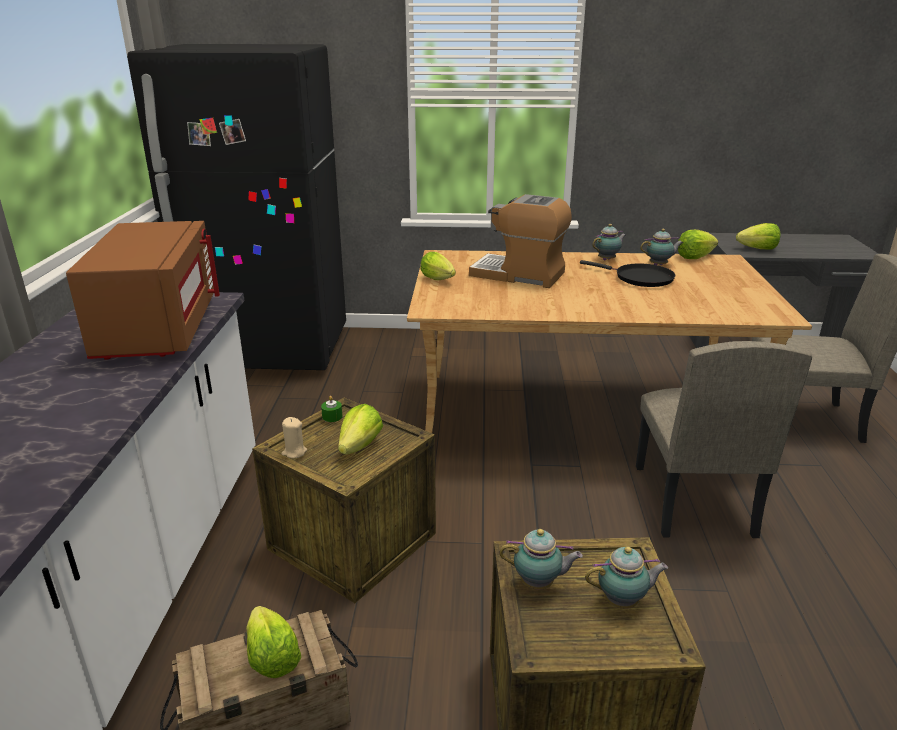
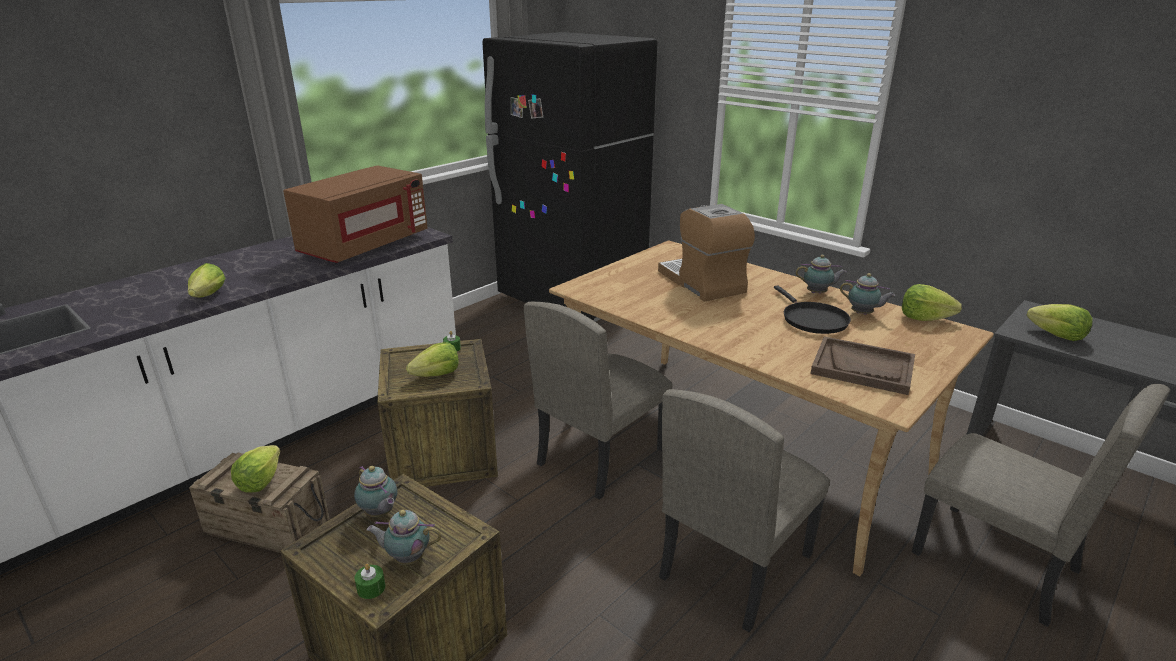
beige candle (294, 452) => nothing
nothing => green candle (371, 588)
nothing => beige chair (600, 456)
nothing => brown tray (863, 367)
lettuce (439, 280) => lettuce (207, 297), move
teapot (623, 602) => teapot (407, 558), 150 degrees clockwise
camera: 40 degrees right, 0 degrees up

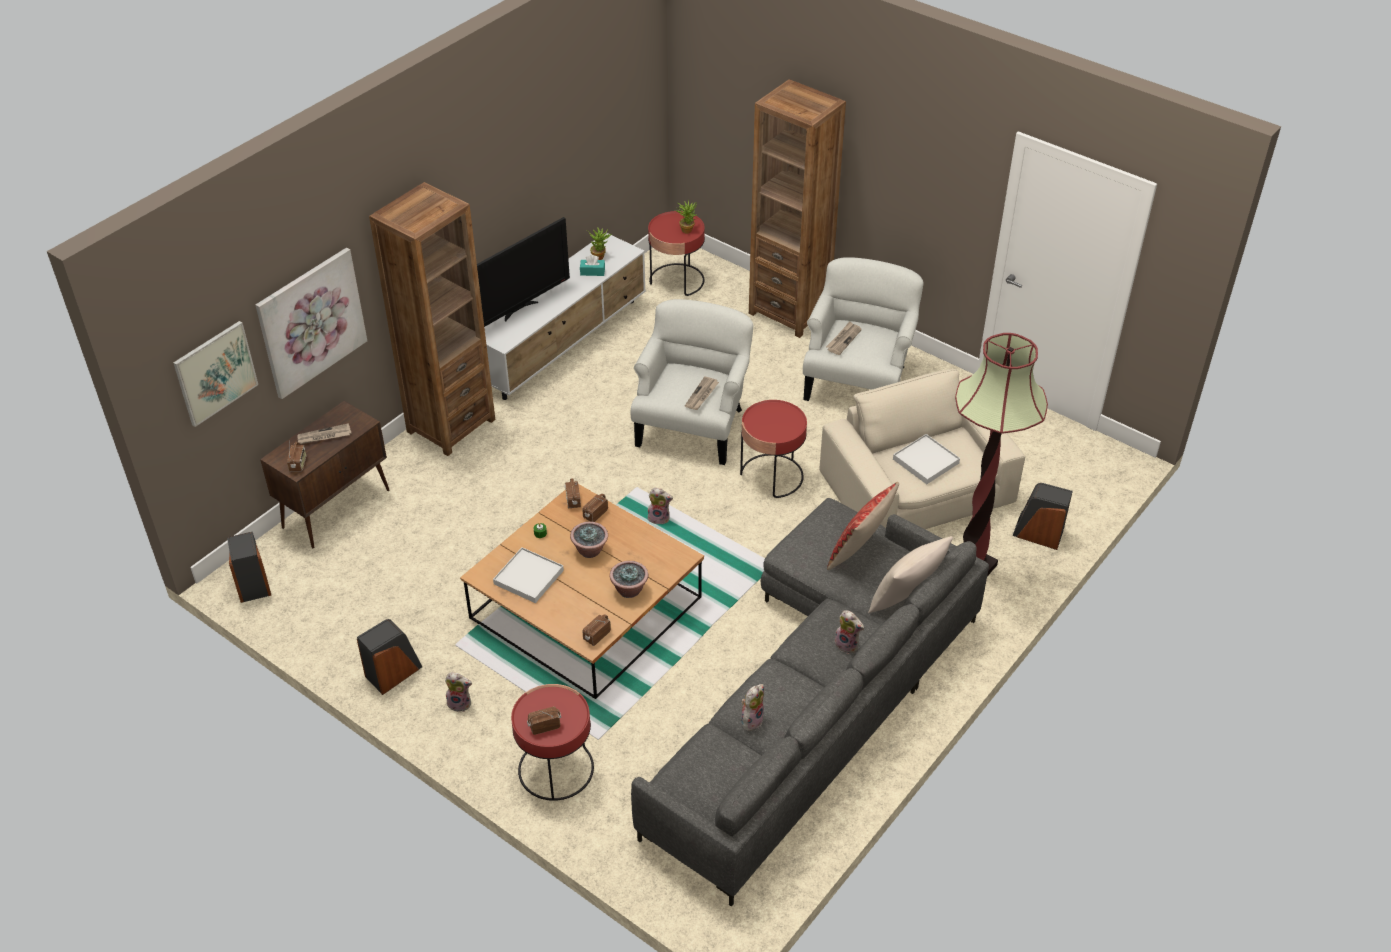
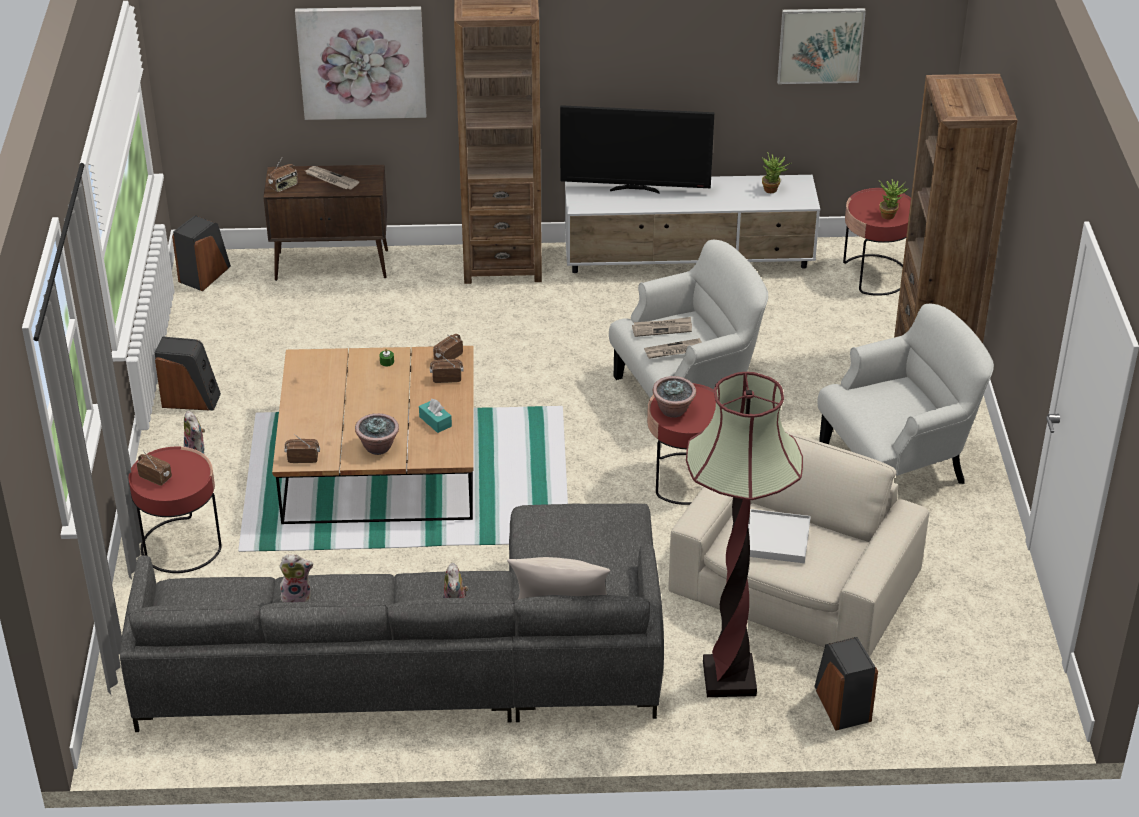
white tray (528, 577) => nothing
plush toy (659, 518) => nothing
pillow (859, 552) => nothing
picture (215, 373) => picture (820, 45), move
potted plant (590, 550) => potted plant (673, 410), move
turquoise tissue box (592, 272) => turquoise tissue box (435, 421), move
newspaper (843, 339) => newspaper (662, 328), move
camera: 50 degrees right, 5 degrees down

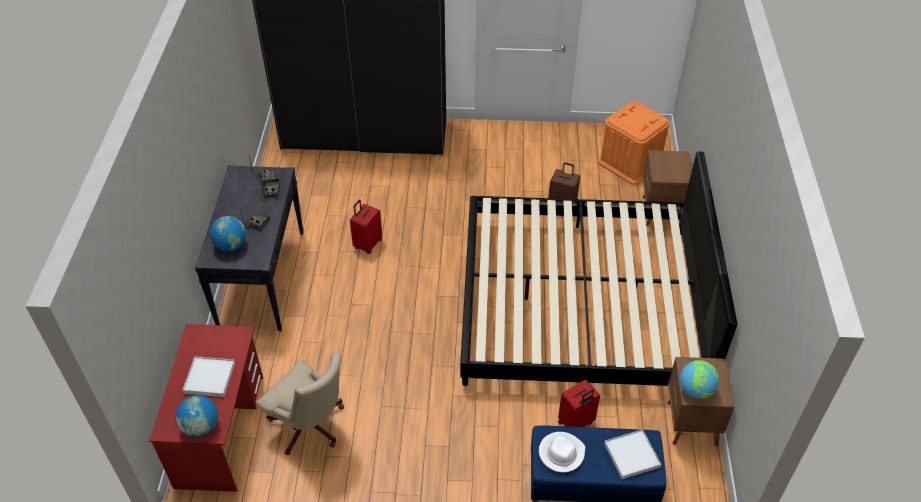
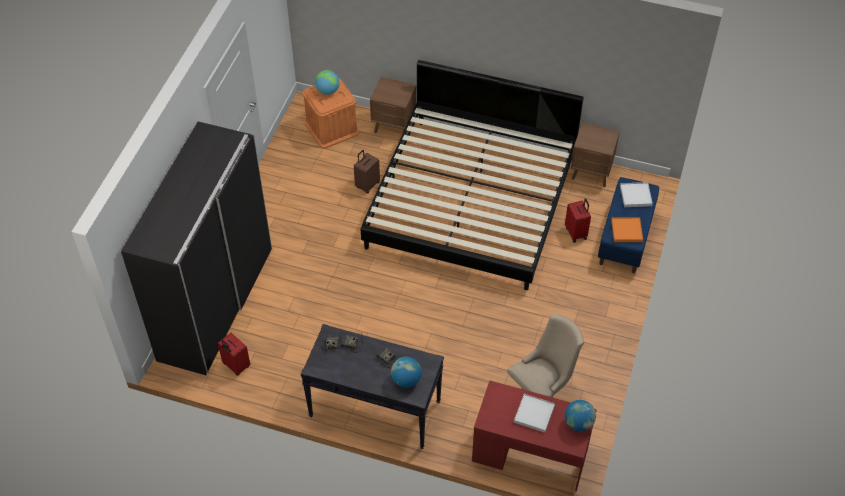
red suitcase (367, 244) => red suitcase (236, 366), move
globe (695, 390) => globe (327, 91), move
white hat (561, 453) => orange tray (626, 231)
camera: 75 degrees left, 5 degrees up

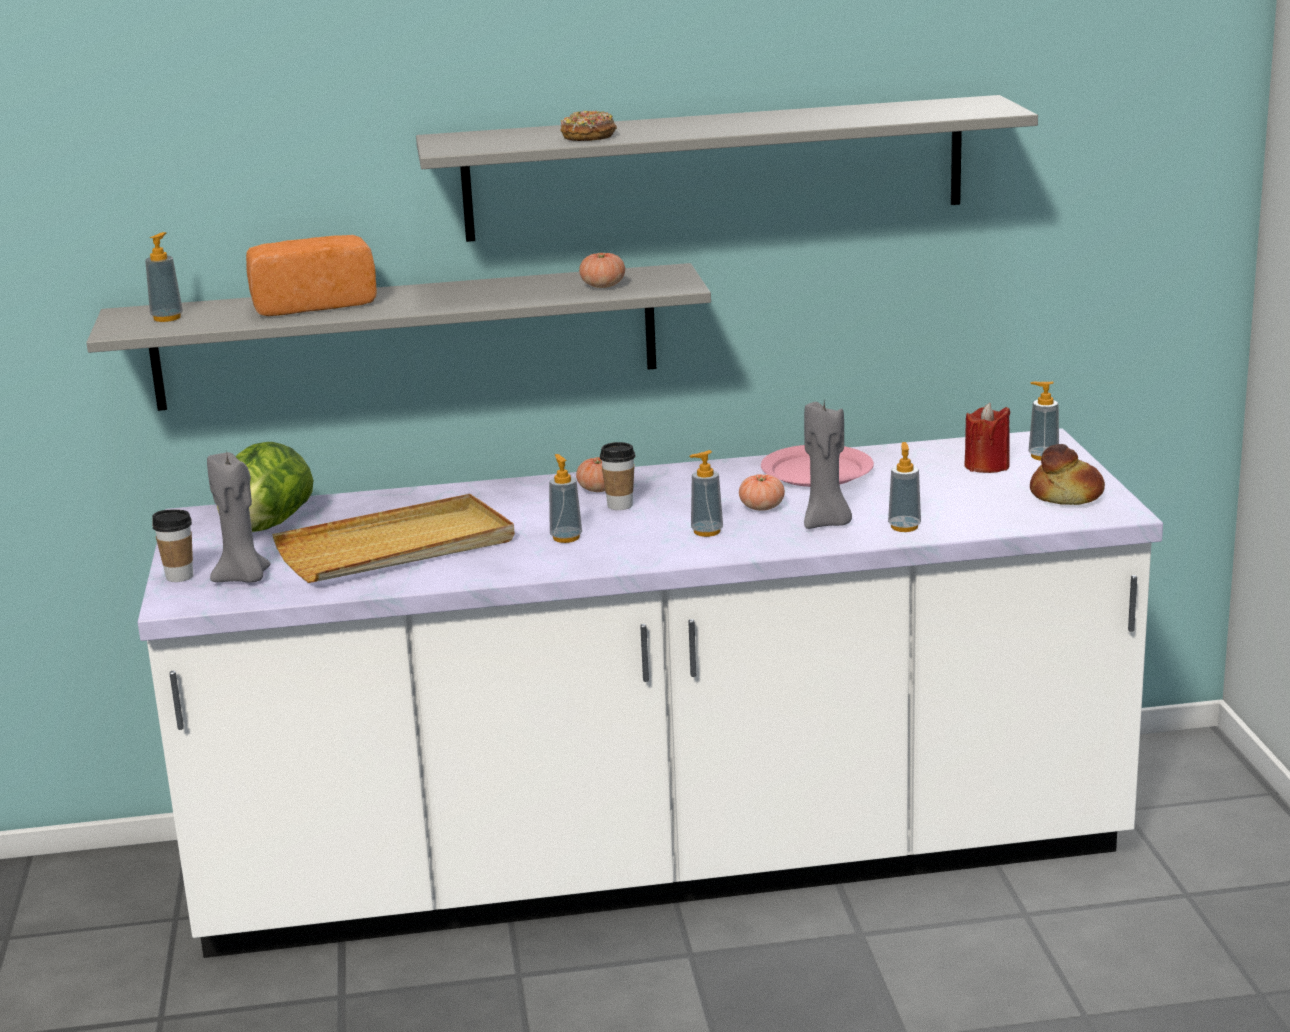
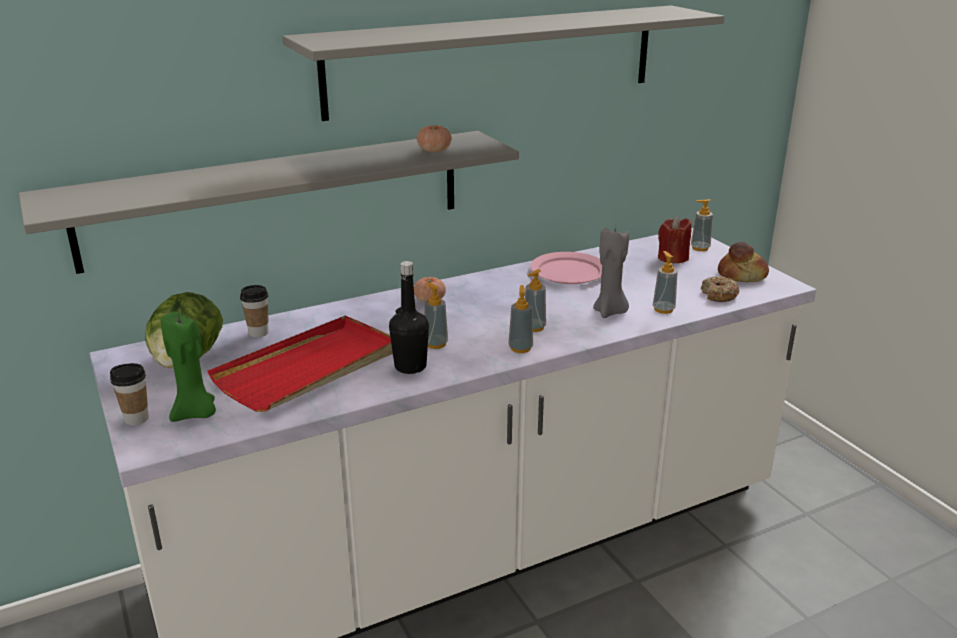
bread (311, 303) => nothing
tomato (762, 507) => nothing
nothing => black bottle (410, 366)
soap dispenser (167, 318) => soap dispenser (520, 348), move
donut (588, 136) => donut (719, 295), move
cup (620, 505) => cup (258, 333), move
grey candle (243, 578) => green candle (196, 414)
beige tray (397, 548) => red tray (310, 368)
camera: 20 degrees left, 5 degrees up

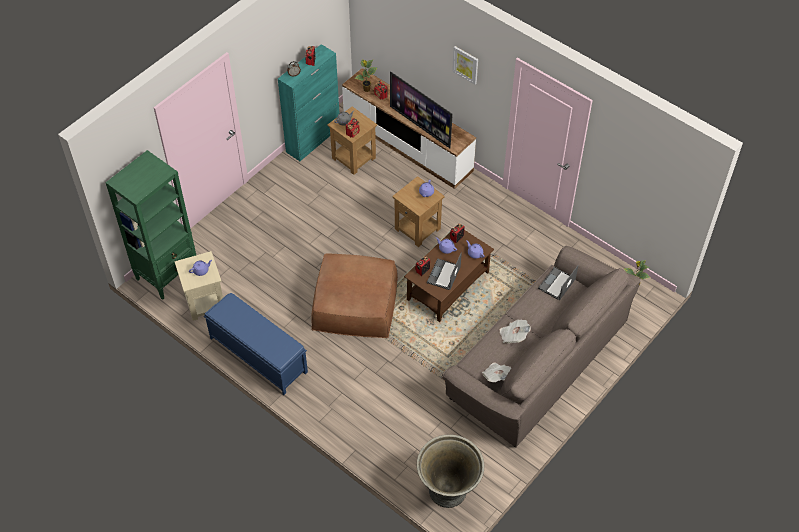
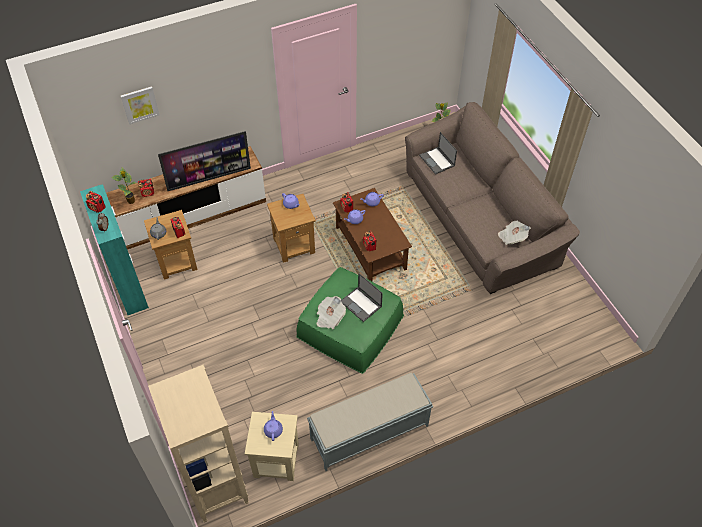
grey planter (448, 491) => nothing
laptop (443, 275) => laptop (361, 304), move
picture (465, 64) => picture (140, 104), move
newspaper (513, 335) => newspaper (329, 317), move
green bookcase (168, 274) => beige bookcase (216, 485)
blue bench (258, 355) => grey bench (368, 432)
brown ottoman (355, 303) => green ottoman (350, 326)
camera: 65 degrees left, 0 degrees up

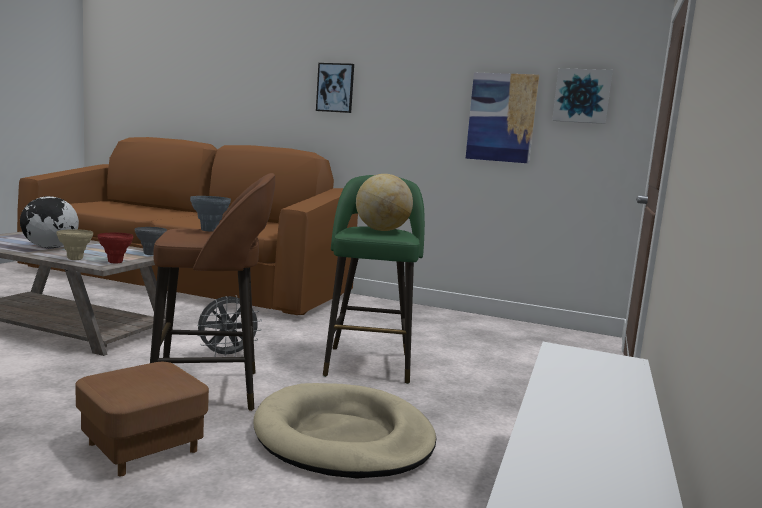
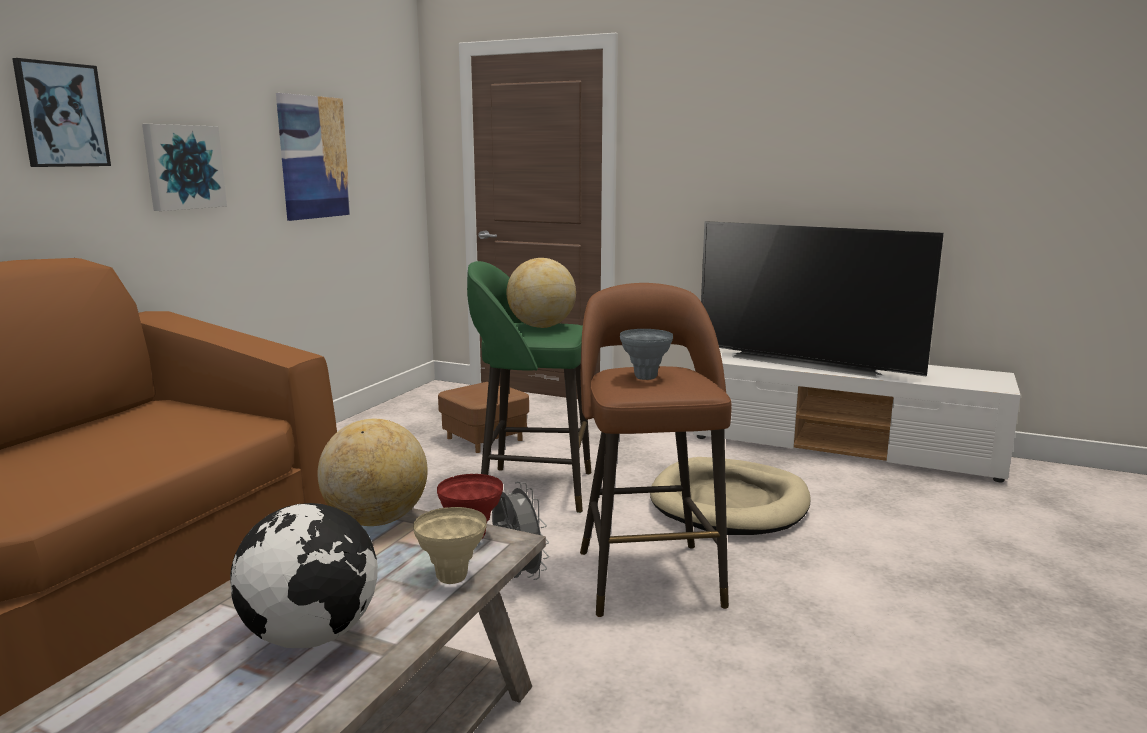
nothing => television (807, 362)
brown ottoman (142, 447) => brown ottoman (484, 439), move
picture (582, 96) => picture (183, 167), move
grey vase (150, 254) => globe (377, 520)
camera: 85 degrees left, 5 degrees up

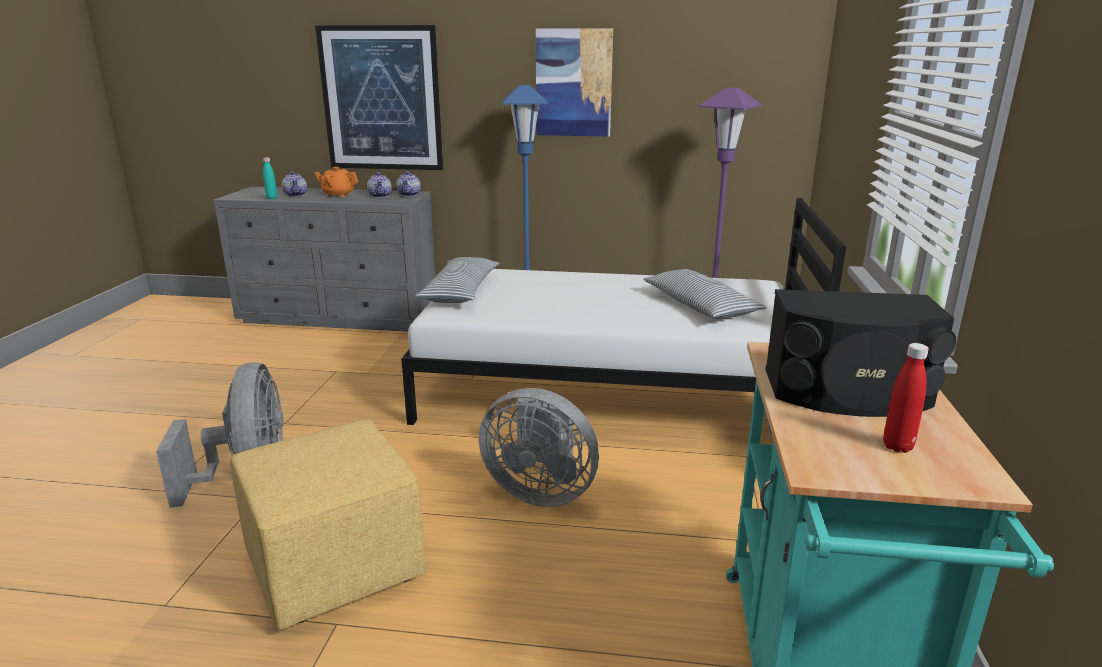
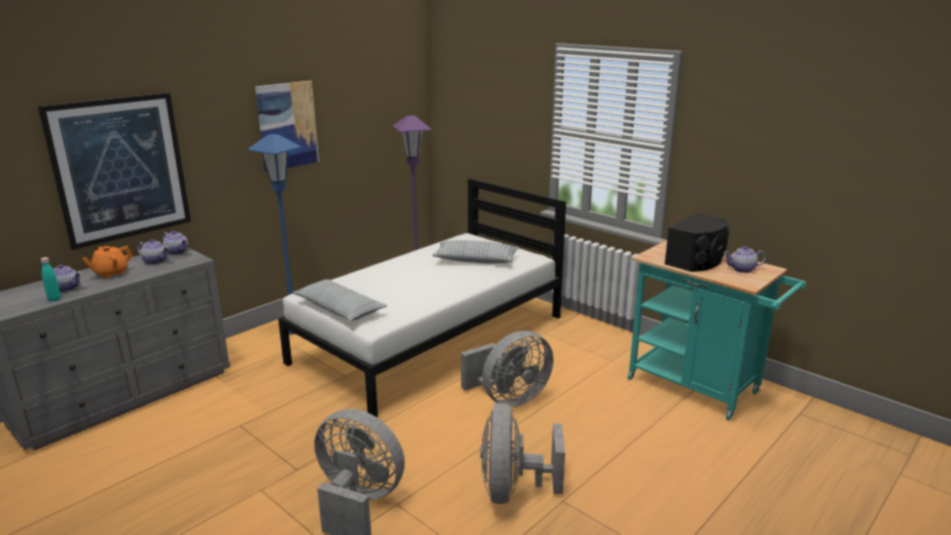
yellow ottoman (335, 569) => grey fan (513, 489)
red bottle (897, 446) => teapot (742, 269)
camera: 55 degrees left, 0 degrees up

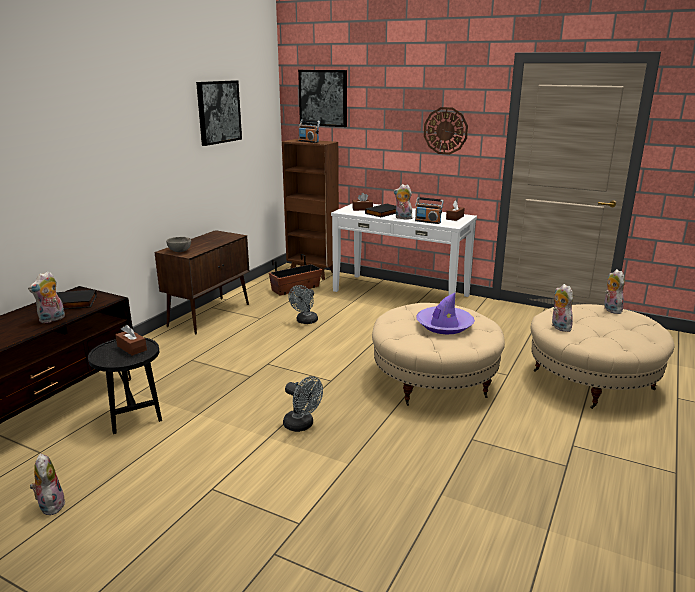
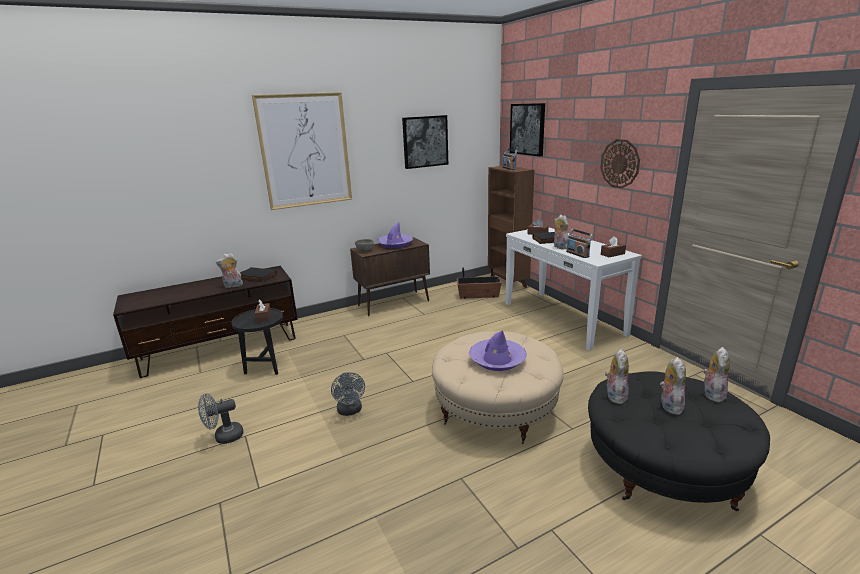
nothing => picture (305, 151)
nothing => purple hat (395, 244)
plush toy (50, 505) => plush toy (669, 405), move
grey fan (305, 321) => grey fan (224, 437), move
beige ottoman (591, 380) => black ottoman (663, 468)
camera: 35 degrees right, 0 degrees up

